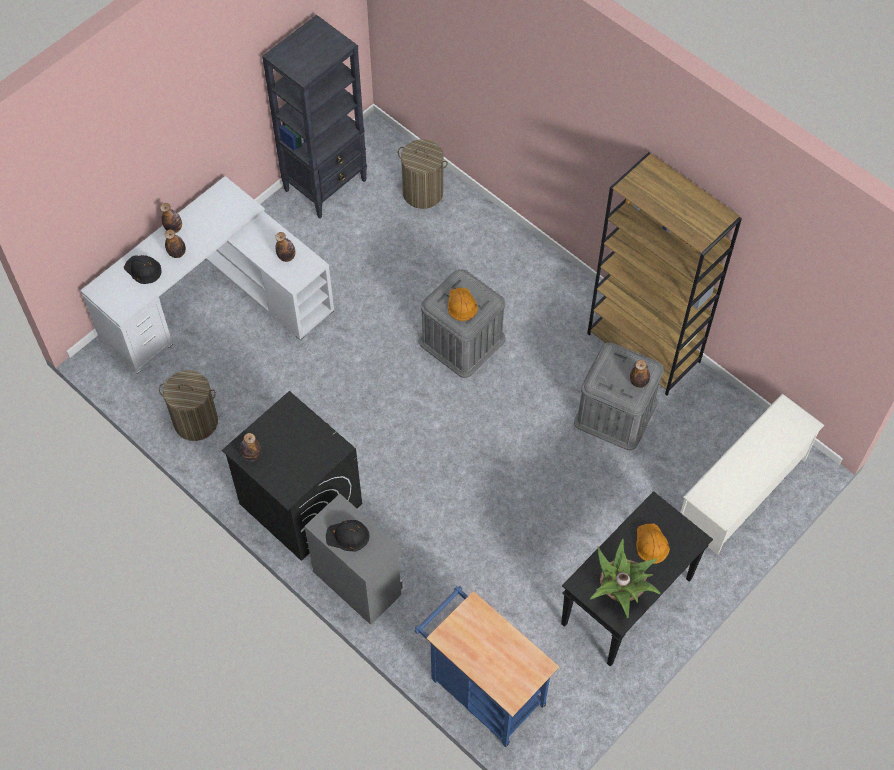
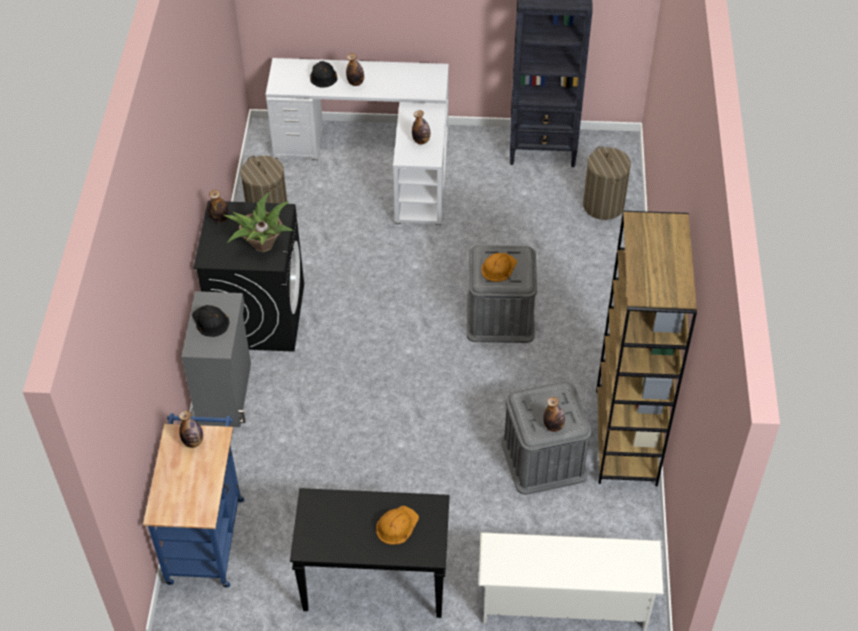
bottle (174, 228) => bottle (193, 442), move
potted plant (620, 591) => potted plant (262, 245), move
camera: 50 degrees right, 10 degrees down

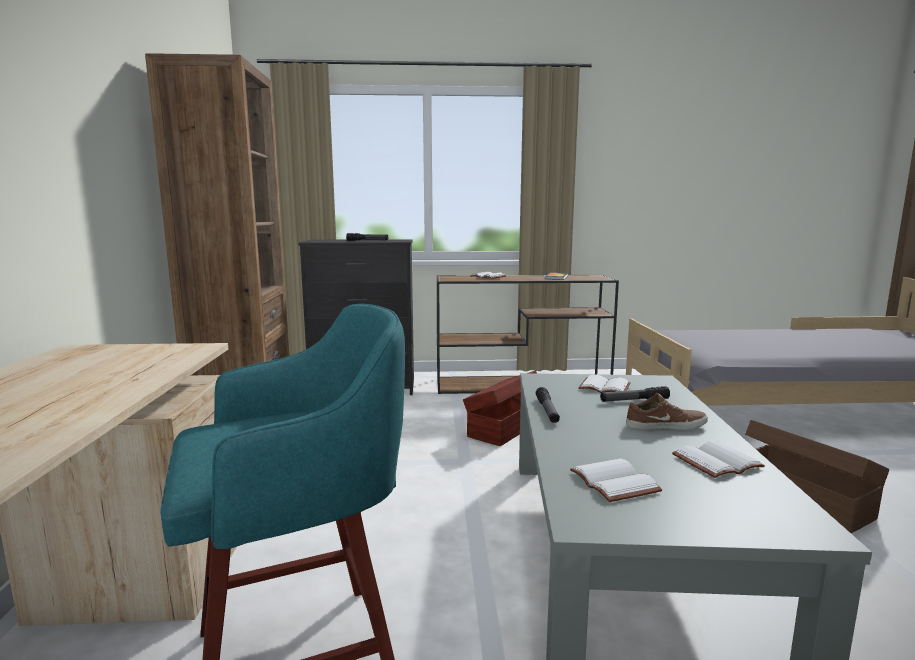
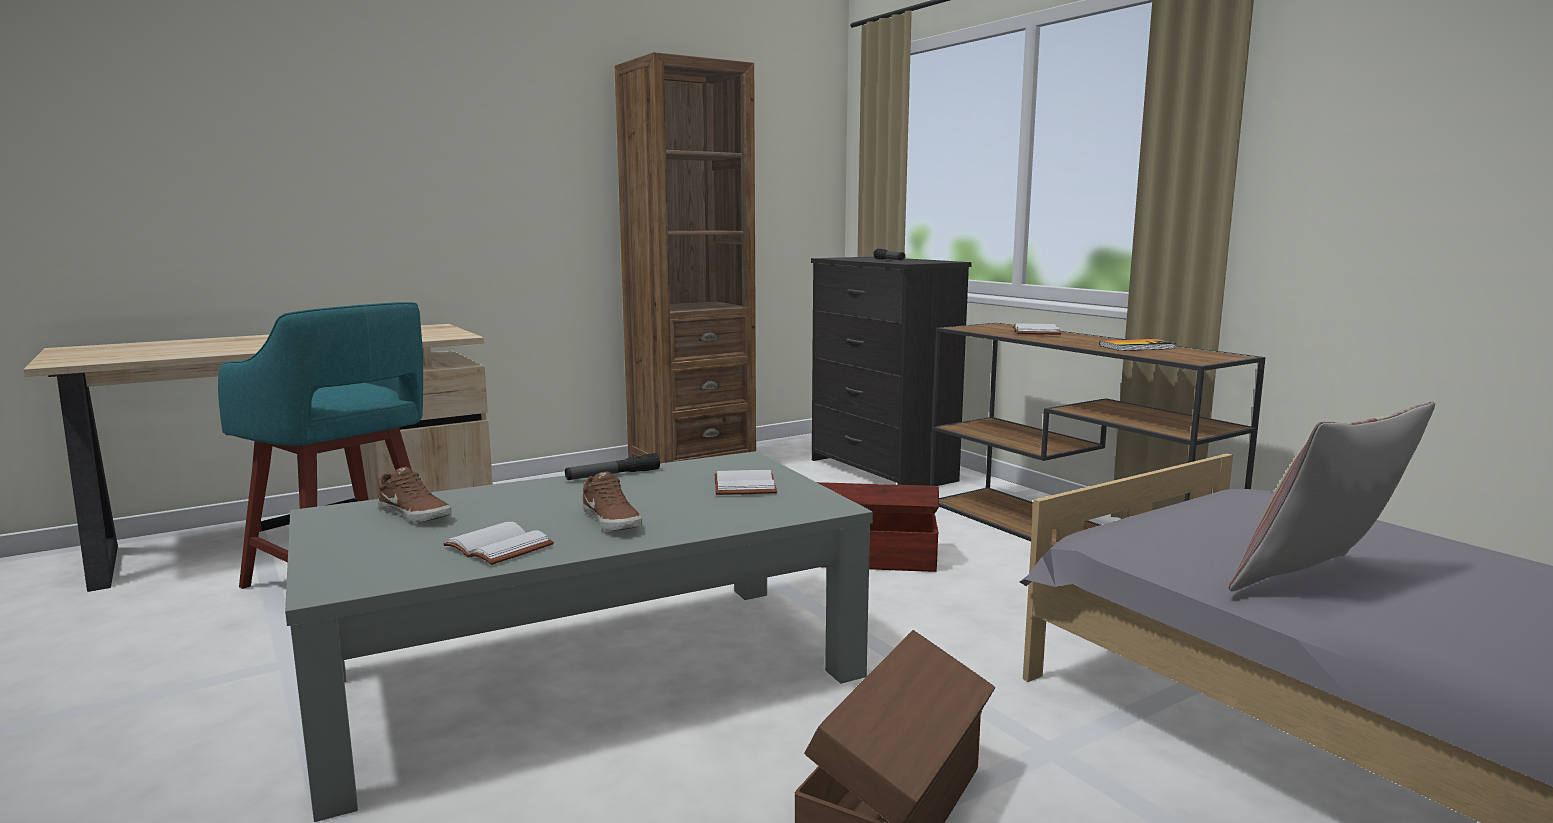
flashlight (634, 400) => nothing
nothing => pillow (1318, 582)
white book (611, 482) => brown shoe (416, 514)
camera: 60 degrees right, 0 degrees up

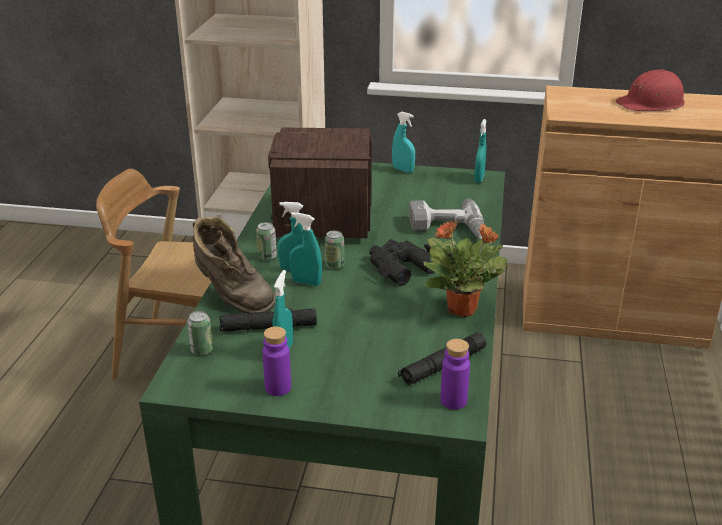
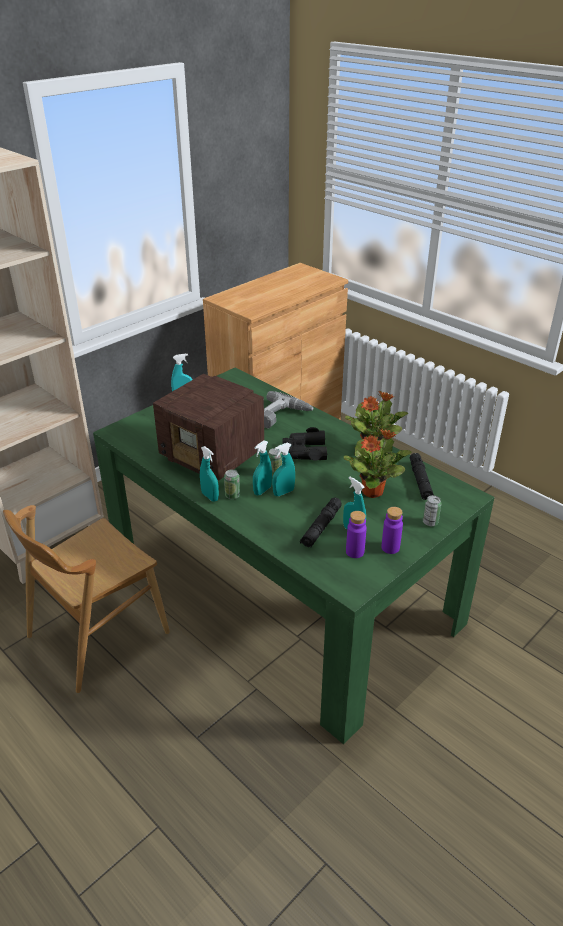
brown boot (232, 297) => nothing
red hard hat (651, 103) => nothing
nothing => potted plant (373, 491)
can (202, 350) => can (430, 522), move
purple bottle (453, 401) => purple bottle (355, 552), move
turquoise spray bottle (479, 179) => turquoise spray bottle (210, 496), move
camera: 55 degrees left, 5 degrees up

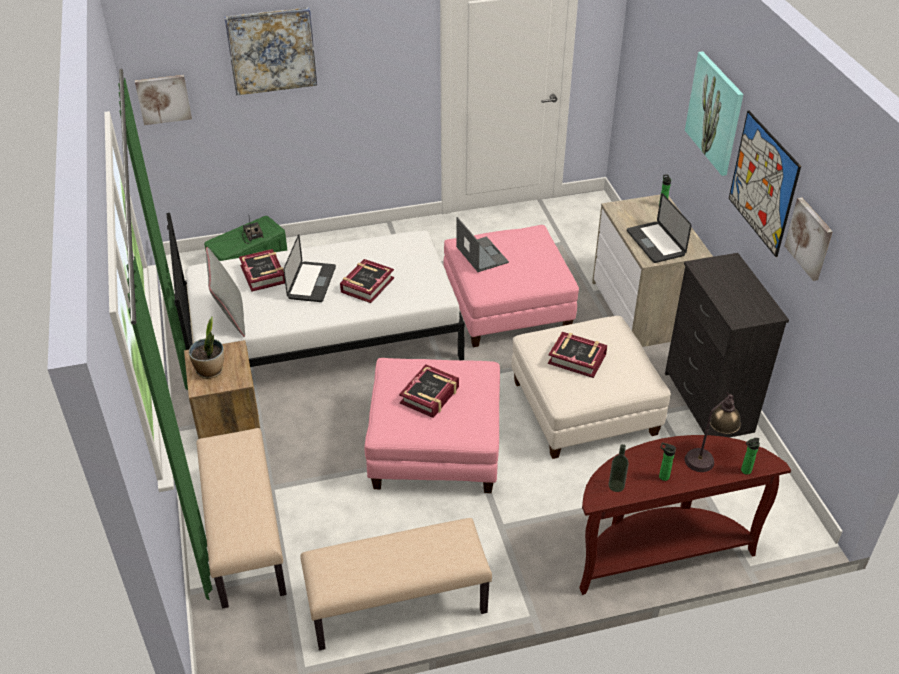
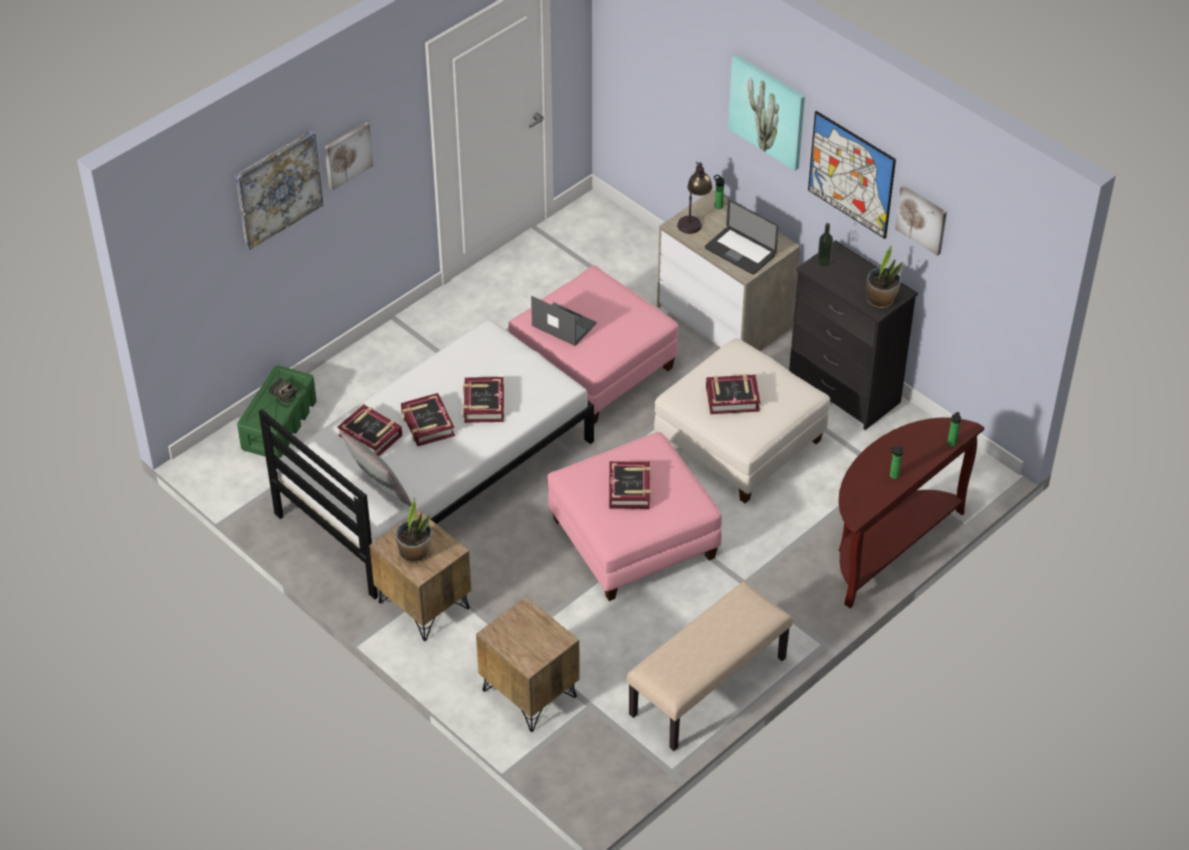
nothing => potted plant (880, 300)
picture (163, 99) => picture (347, 155), move
bottle (616, 486) => bottle (824, 261), move
table lamp (708, 456) => table lamp (694, 220), move
beige bench (244, 536) => brown nightstand (528, 694)
laptop (311, 283) => book (427, 424)
camera: 30 degrees left, 5 degrees up

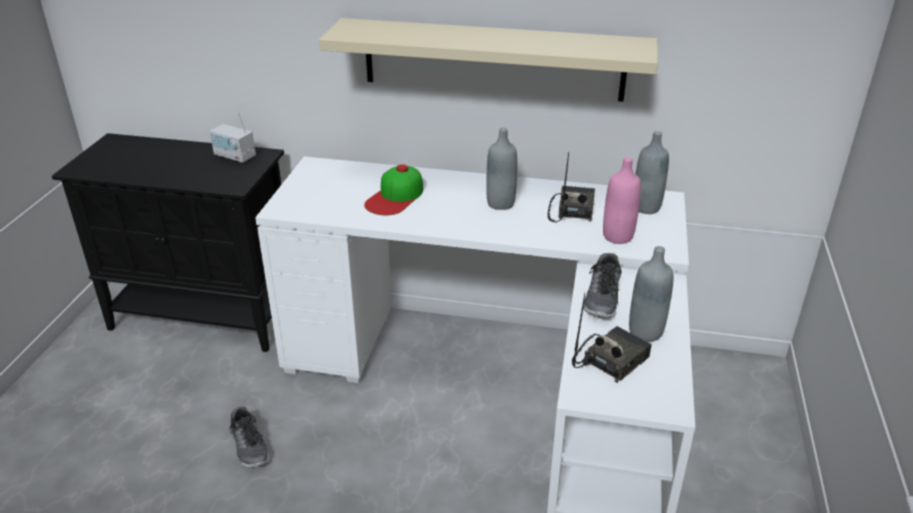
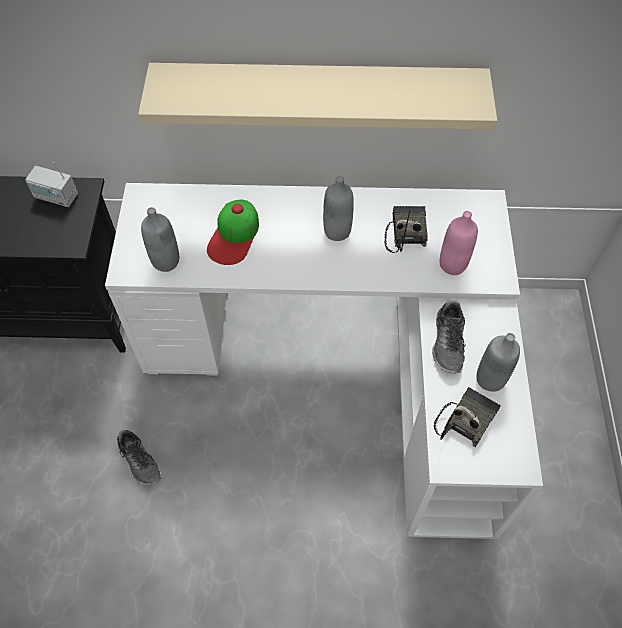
grey bottle (646, 207) => grey bottle (166, 261), move
camera: 10 degrees left, 25 degrees up

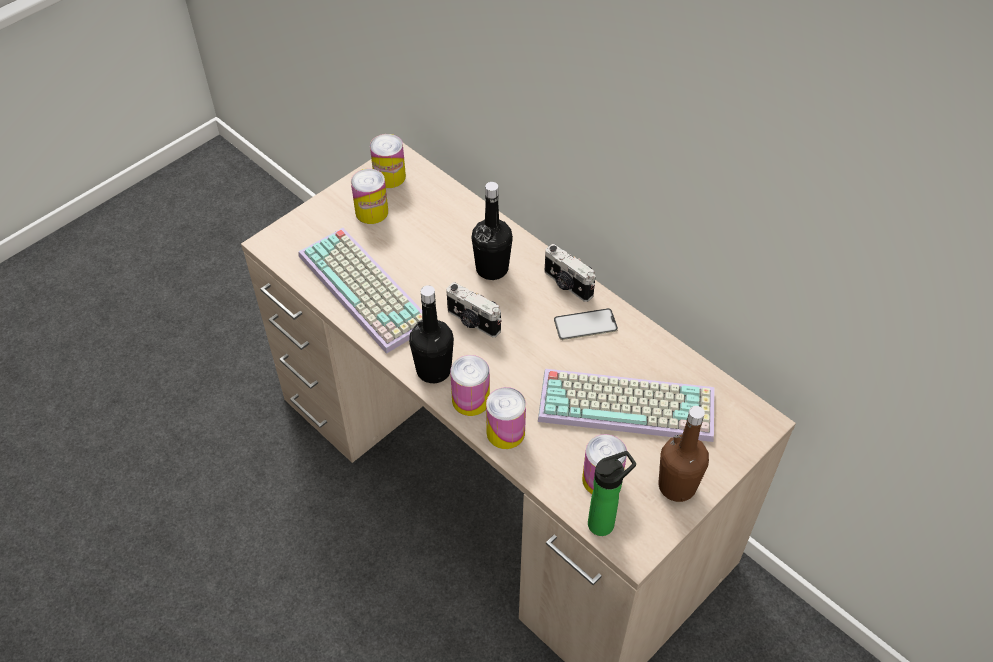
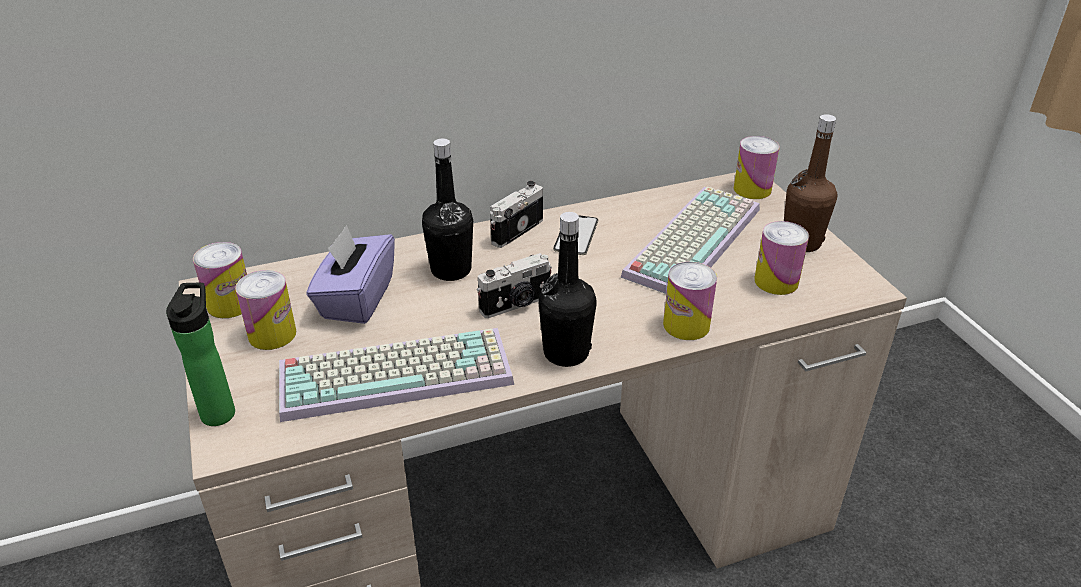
nothing => purple tissue box (356, 299)
can (470, 400) => can (752, 189), move
bottle (604, 522) => bottle (219, 410), move
photo camera (567, 285) => photo camera (515, 230), 150 degrees clockwise
camera: 65 degrees left, 15 degrees down

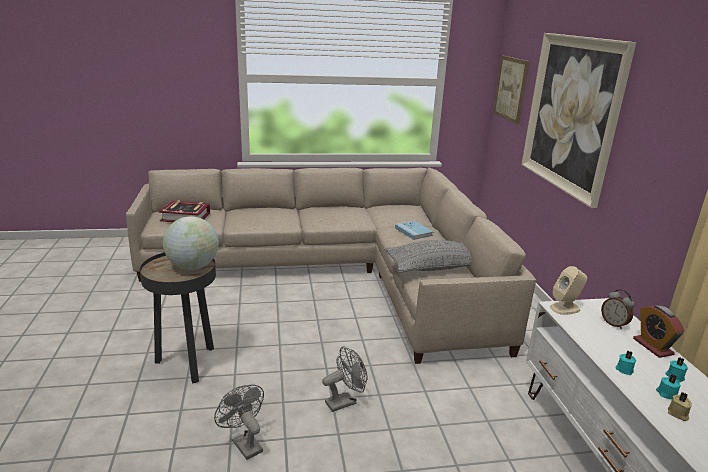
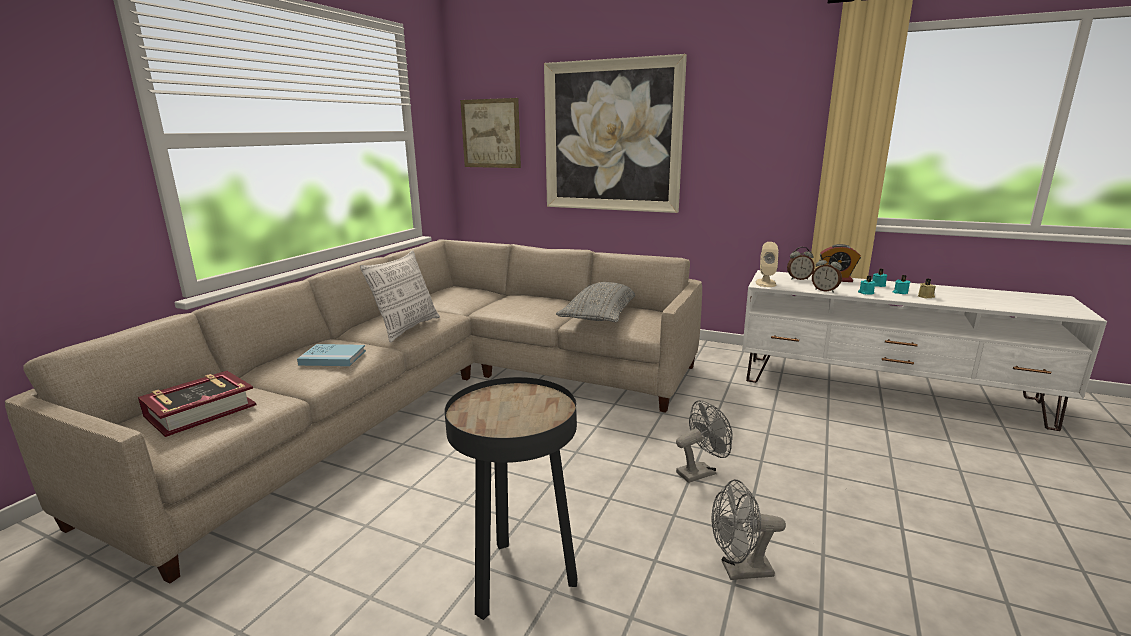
globe (193, 267) => nothing
nothing => pillow (407, 328)
nothing => alarm clock (825, 290)
blue book (413, 231) => blue book (332, 358), move
grey fan (345, 401) => grey fan (700, 472), 60 degrees clockwise
camera: 55 degrees left, 5 degrees down

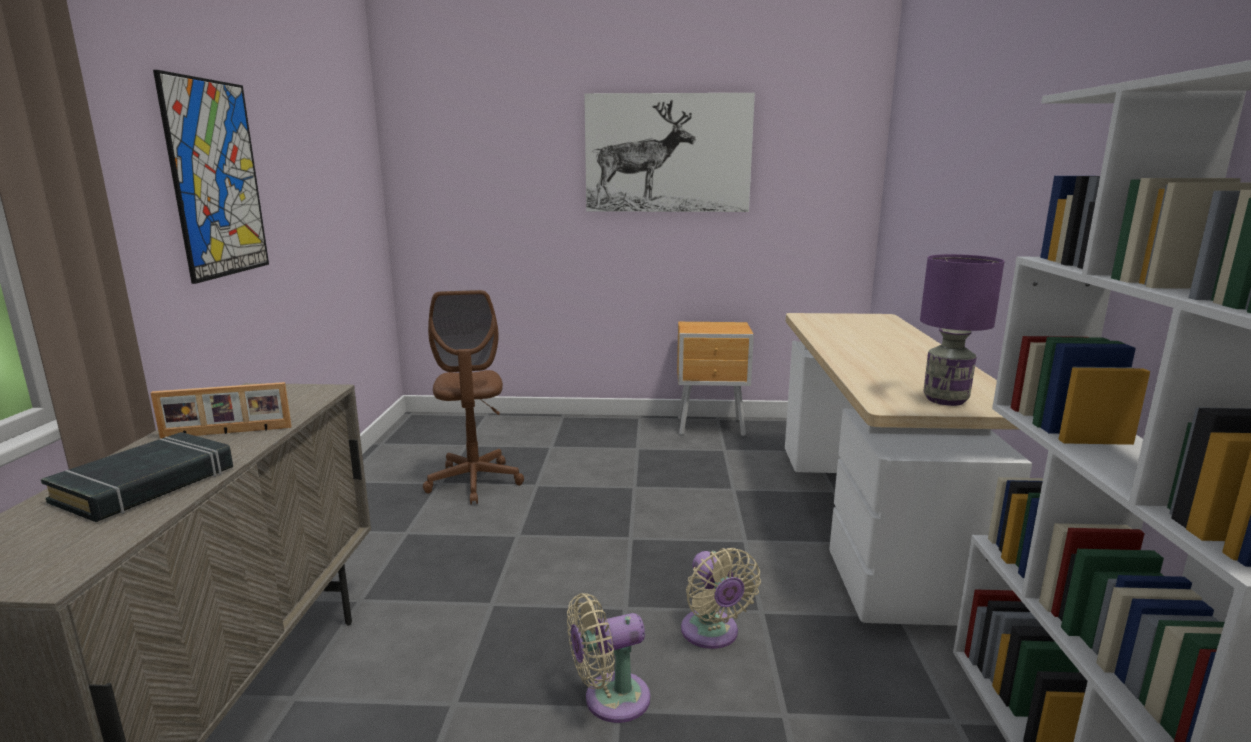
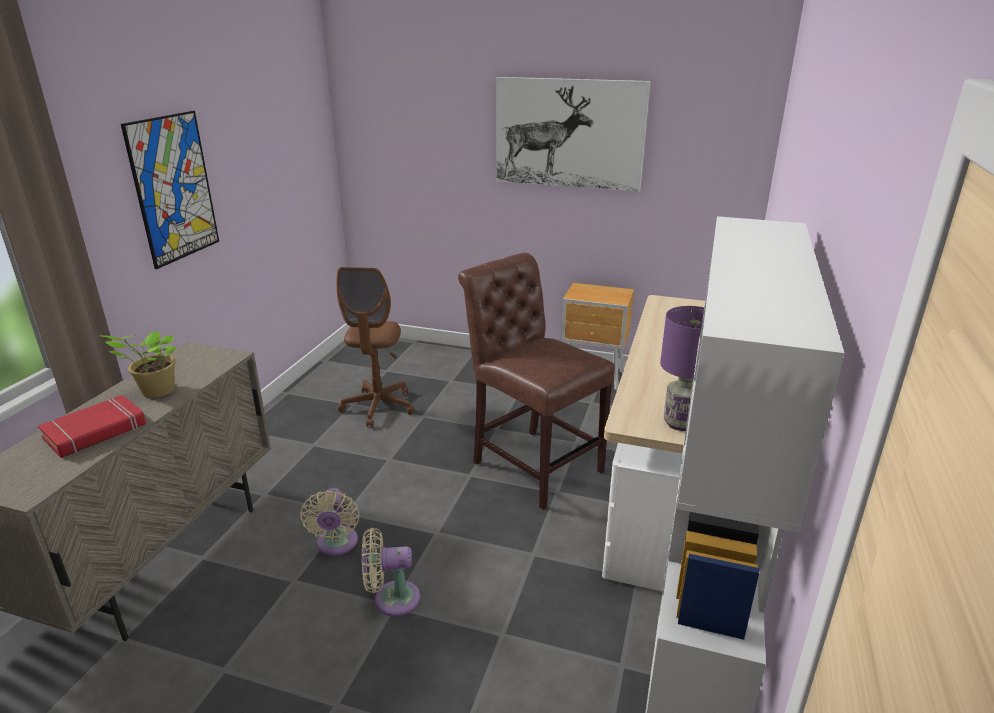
nothing => brown chair (532, 463)
beige fan (712, 634) => beige fan (336, 544), move
picture frame (226, 433) => potted plant (155, 391)
black book (146, 485) => red book (96, 432)
camera: 15 degrees right, 10 degrees up

